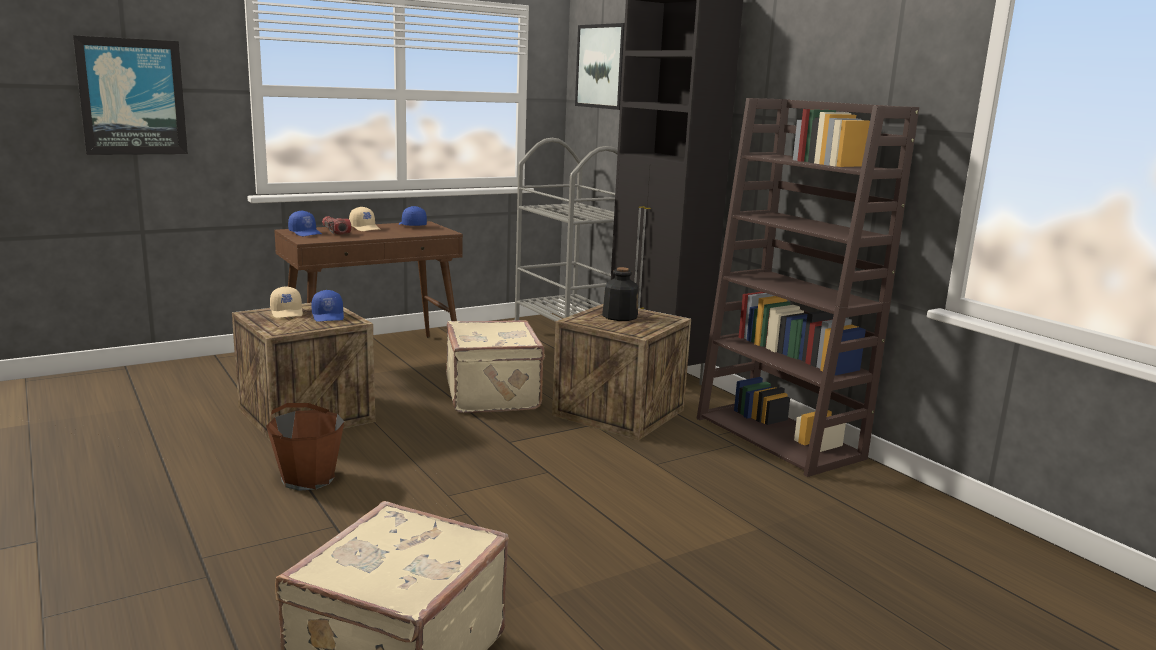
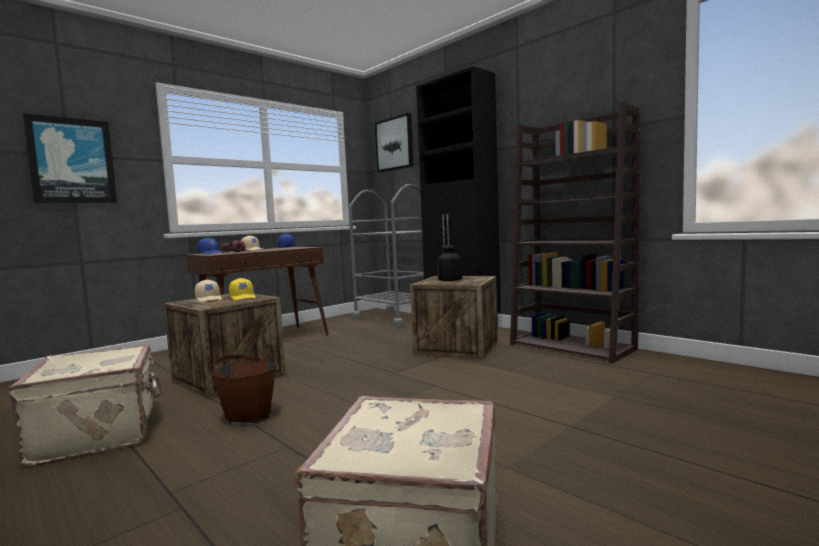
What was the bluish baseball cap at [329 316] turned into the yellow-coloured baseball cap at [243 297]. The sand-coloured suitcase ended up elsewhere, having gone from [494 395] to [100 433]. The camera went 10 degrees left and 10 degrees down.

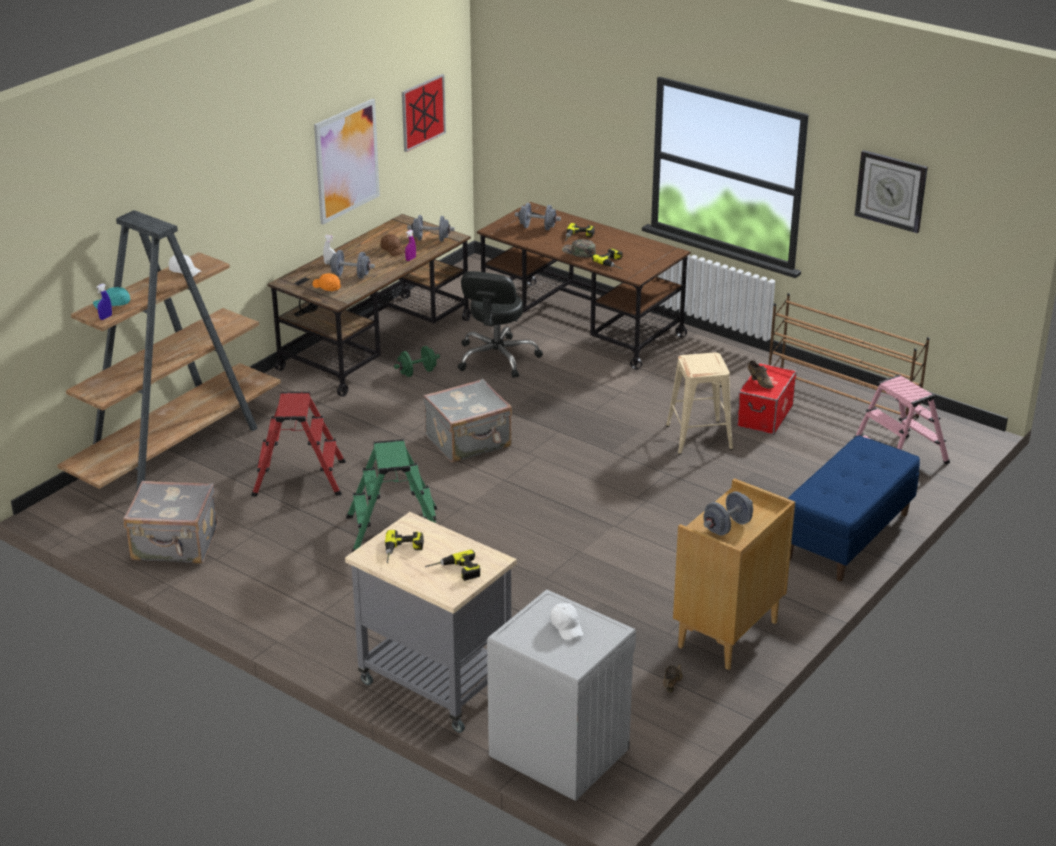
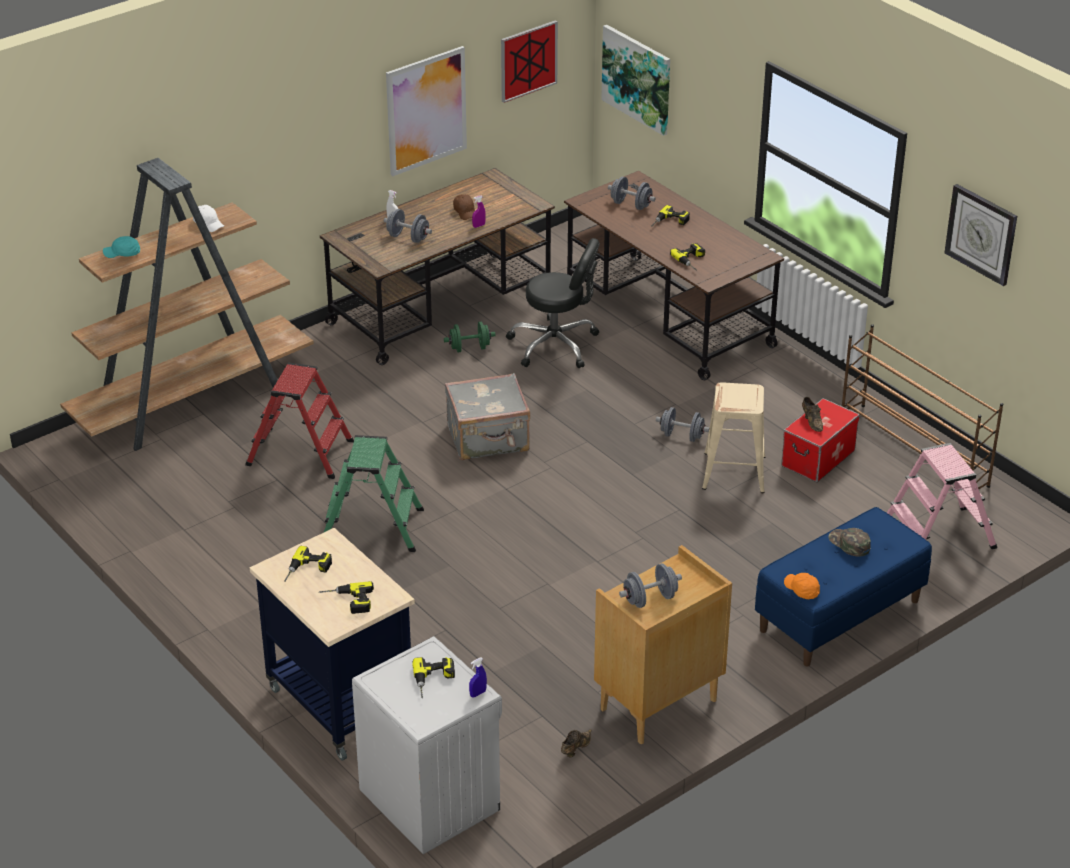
The bluish hand sprayer ended up elsewhere, having gone from [106 317] to [478 693]. The second view lost the gray suitcase at [175 545]. The orangey baseball cap ended up elsewhere, having gone from [327 287] to [801 590]. What was the gray wheeled cart at [435 685] turned into the bluish wheeled cart at [339 705]. The gray dumbbell ended up elsewhere, having gone from [431 239] to [682 436]. The black-coloured office chair at [496 360] ended up facing another way, 105 degrees counterclockwise from before. Where the white baseball cap stood at [567 627], the drill came to stand at [434 681]. The green baseball cap ended up elsewhere, having gone from [578 252] to [849 544]. The second view gained the wall picture at [637 79]. The camera went 15 degrees right and 5 degrees up.

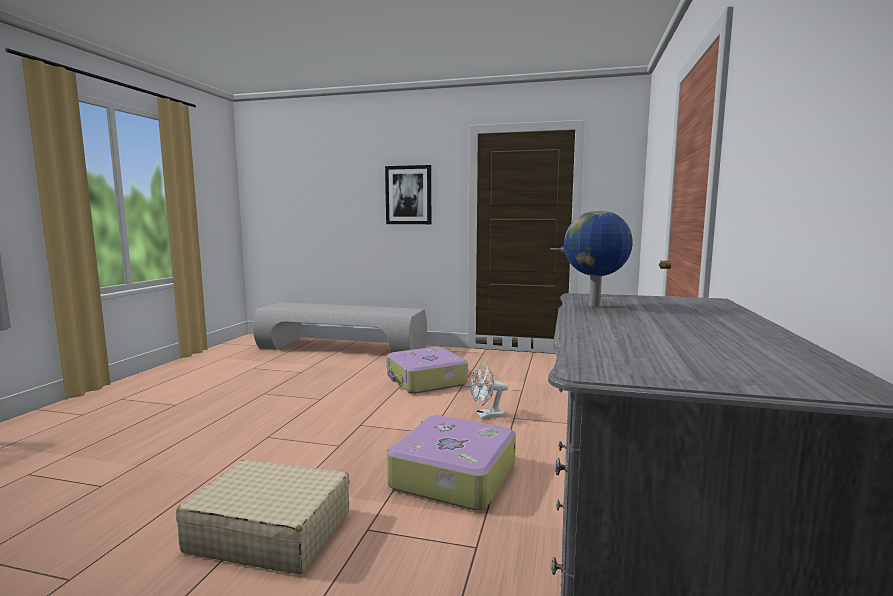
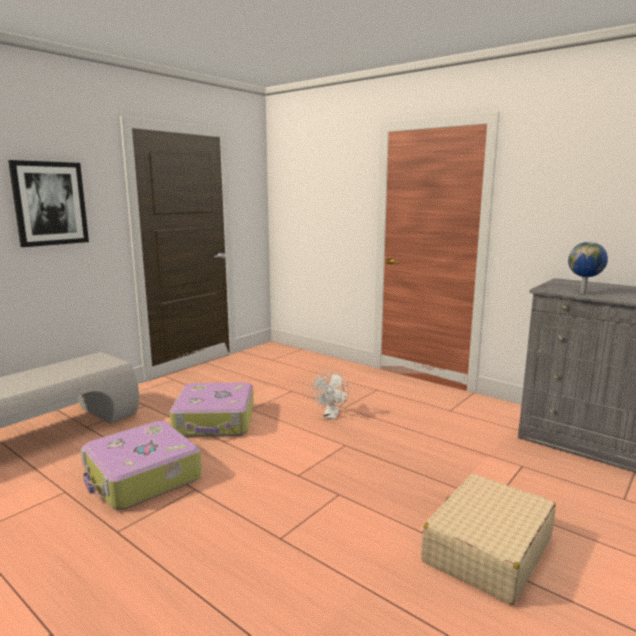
The suitcase ended up elsewhere, having gone from [451 476] to [142 477]. The camera went 65 degrees left and 5 degrees up.

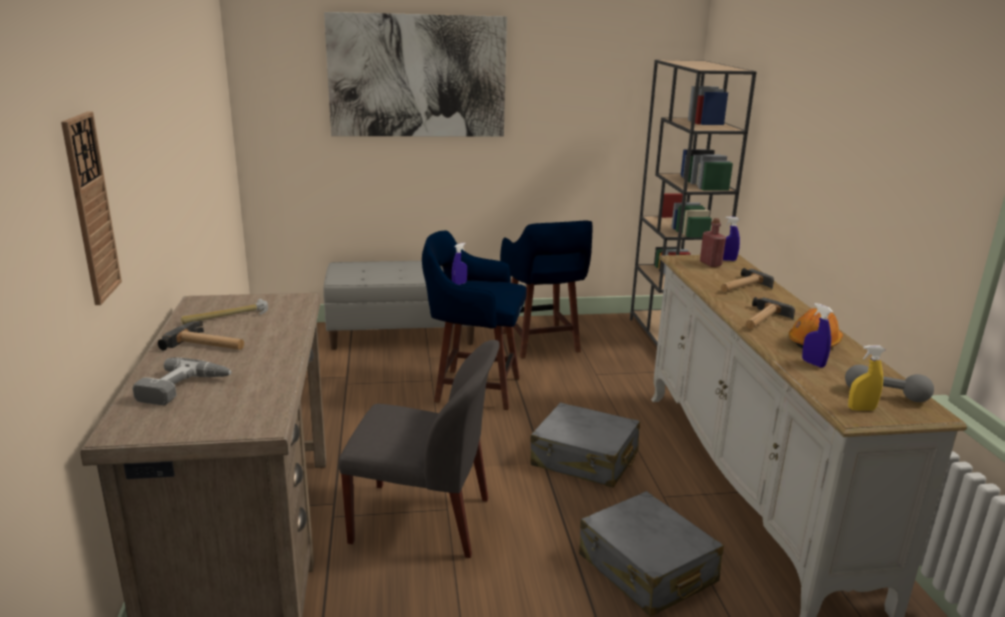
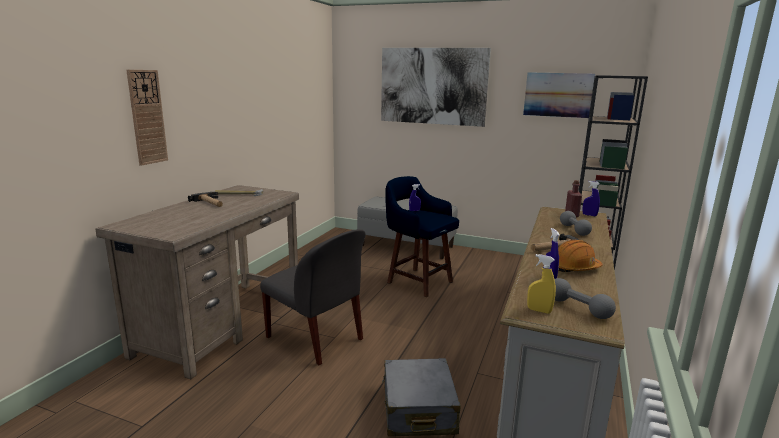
The second view lost the drill at [184 389]. The second view lost the bluish stool seat at [541 344]. The second view lost the gray suitcase at [584 459]. Where the hammer stood at [743 287], the gray dumbbell came to stand at [574 230]. The second view gained the wall picture at [558 95]. The camera went 30 degrees right and 5 degrees down.

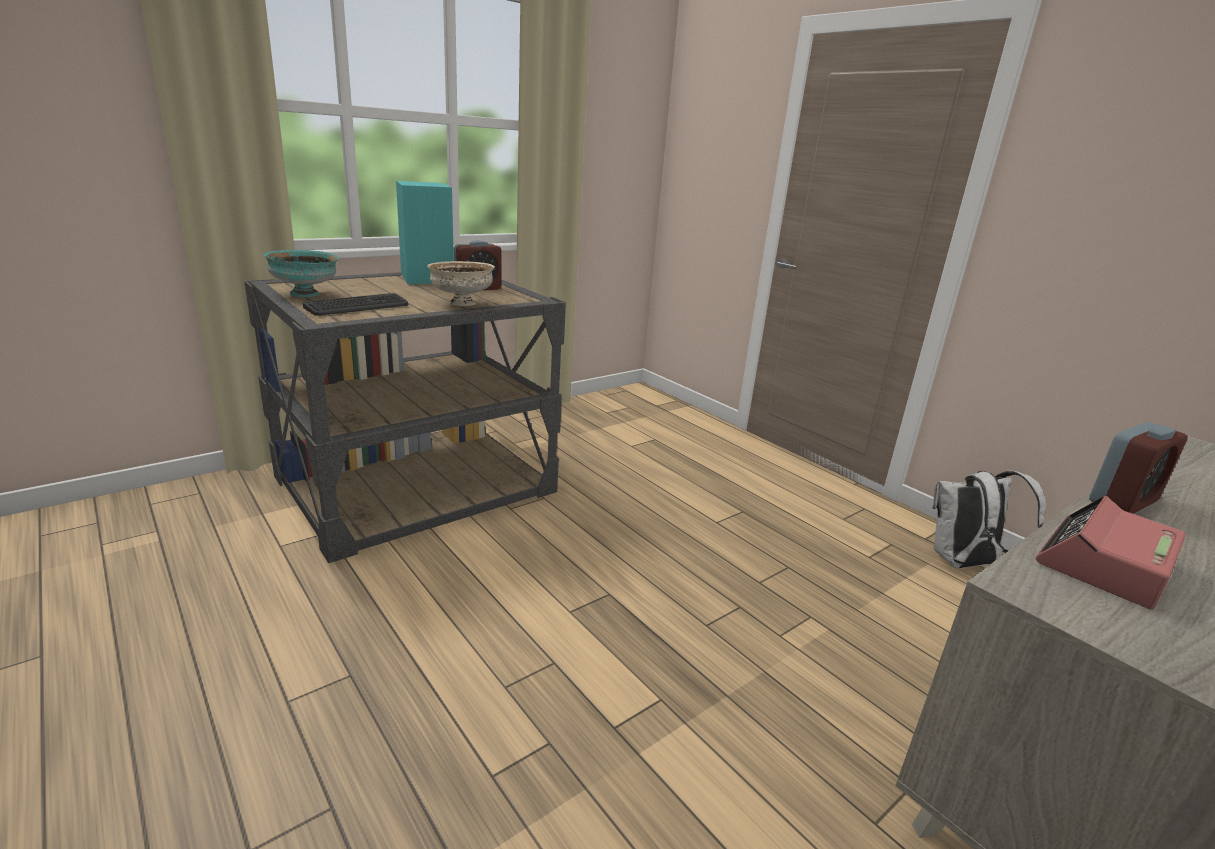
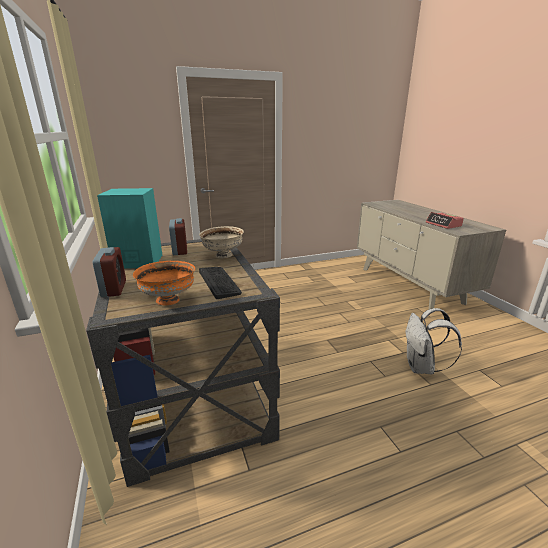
What was the turquoise deep dish at [306 294] turned into the orangey deep dish at [168 300]. The white rucksack ended up elsewhere, having gone from [963 563] to [421 367]. The alarm clock ended up elsewhere, having gone from [1122 501] to [114 289]. The camera went 70 degrees left and 0 degrees up.

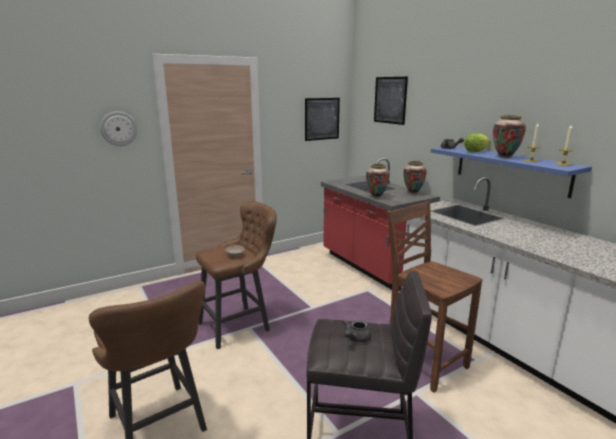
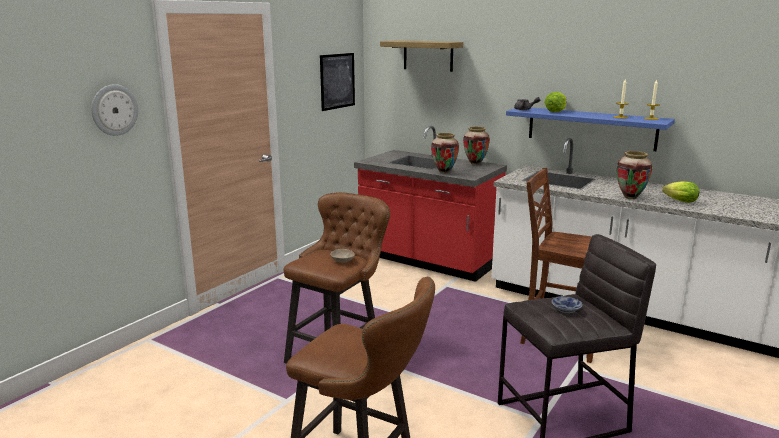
Where the gray tea pot stood at [355 338], the deep dish came to stand at [567 310]. Where the wall picture hung at [390 100], the shelf came to hang at [428 55]. The vase ended up elsewhere, having gone from [505 157] to [630 198]. The second view gained the lettuce head at [678 201]. The camera went 25 degrees left and 0 degrees up.

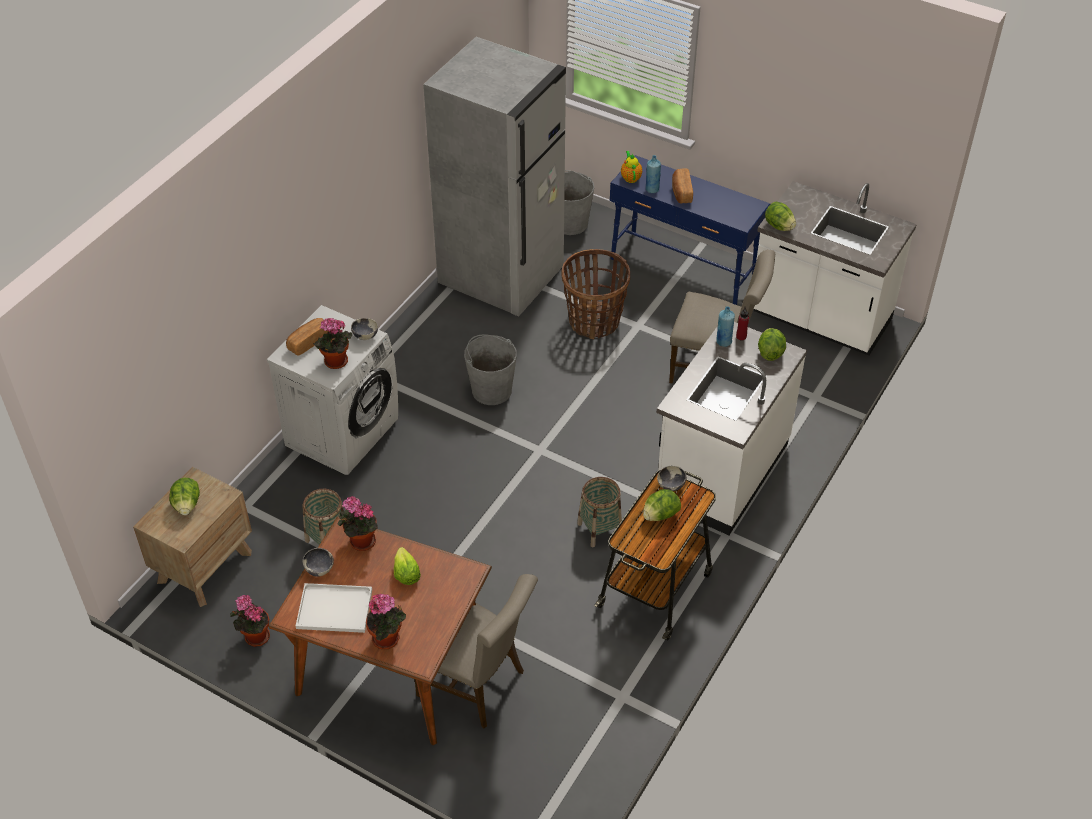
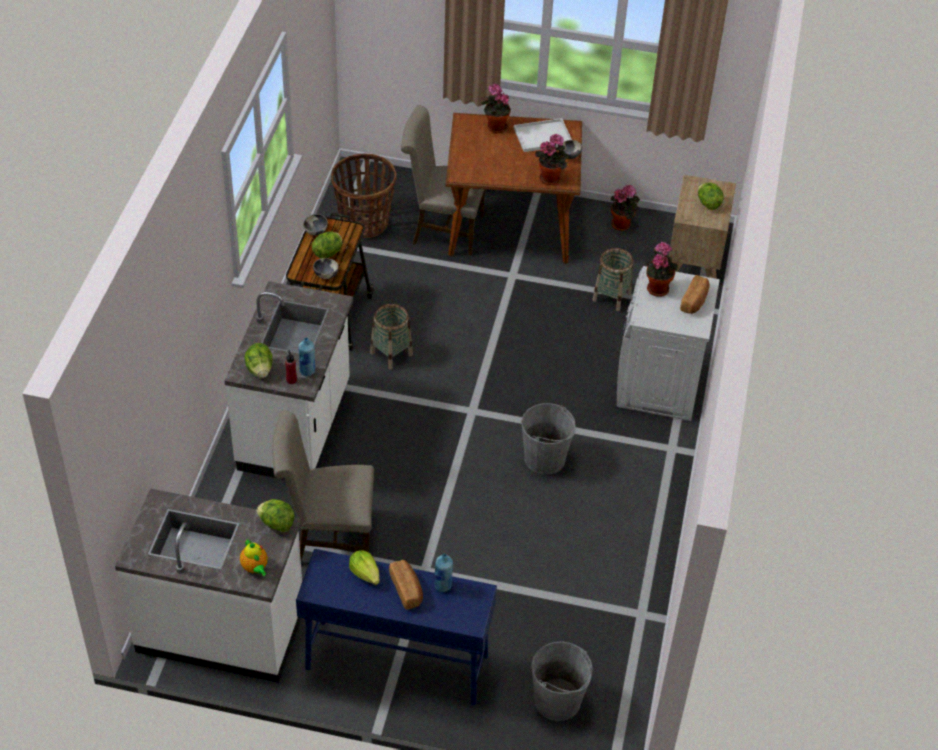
The deep dish ended up elsewhere, having gone from [365 336] to [316 232]. The lettuce head ended up elsewhere, having gone from [406 573] to [365 573]. The second view lost the gray fridge at [501 273]. The household basket ended up elsewhere, having gone from [594 321] to [364 222]. The tea pot ended up elsewhere, having gone from [630 177] to [255 568]. The camera went 160 degrees right and 0 degrees up.

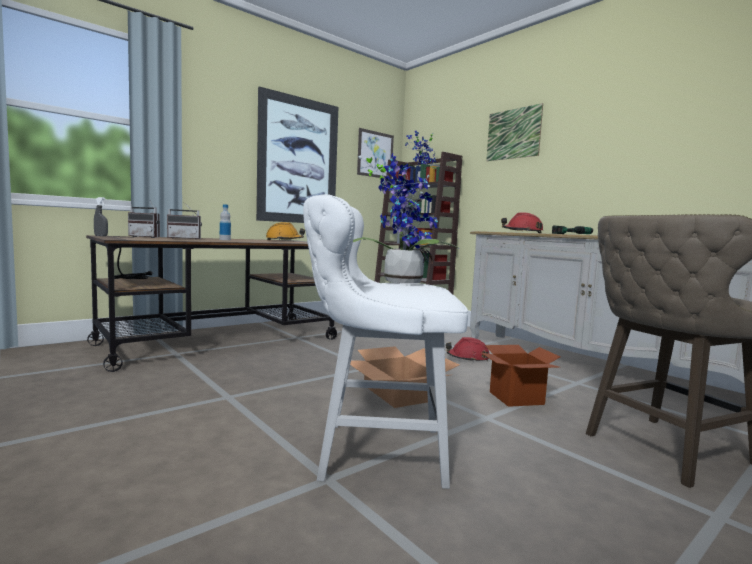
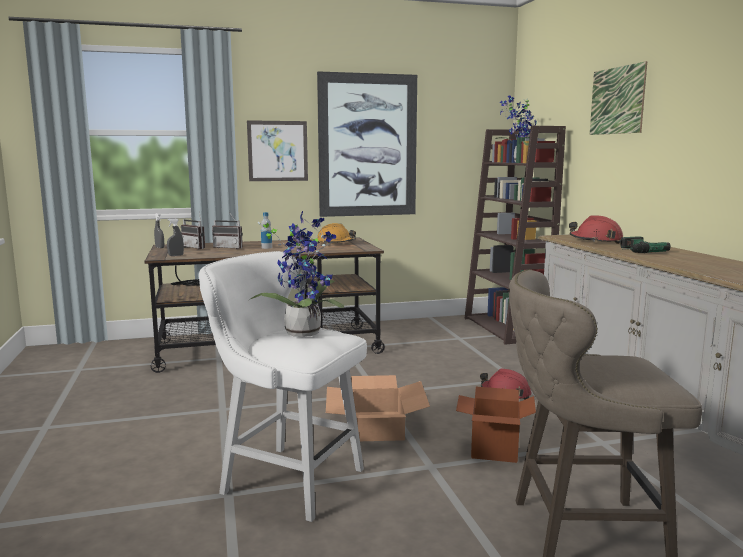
The wall picture ended up elsewhere, having gone from [375 154] to [277 151]. The second view gained the gray hand sprayer at [176 255]. The camera went 25 degrees right and 5 degrees up.

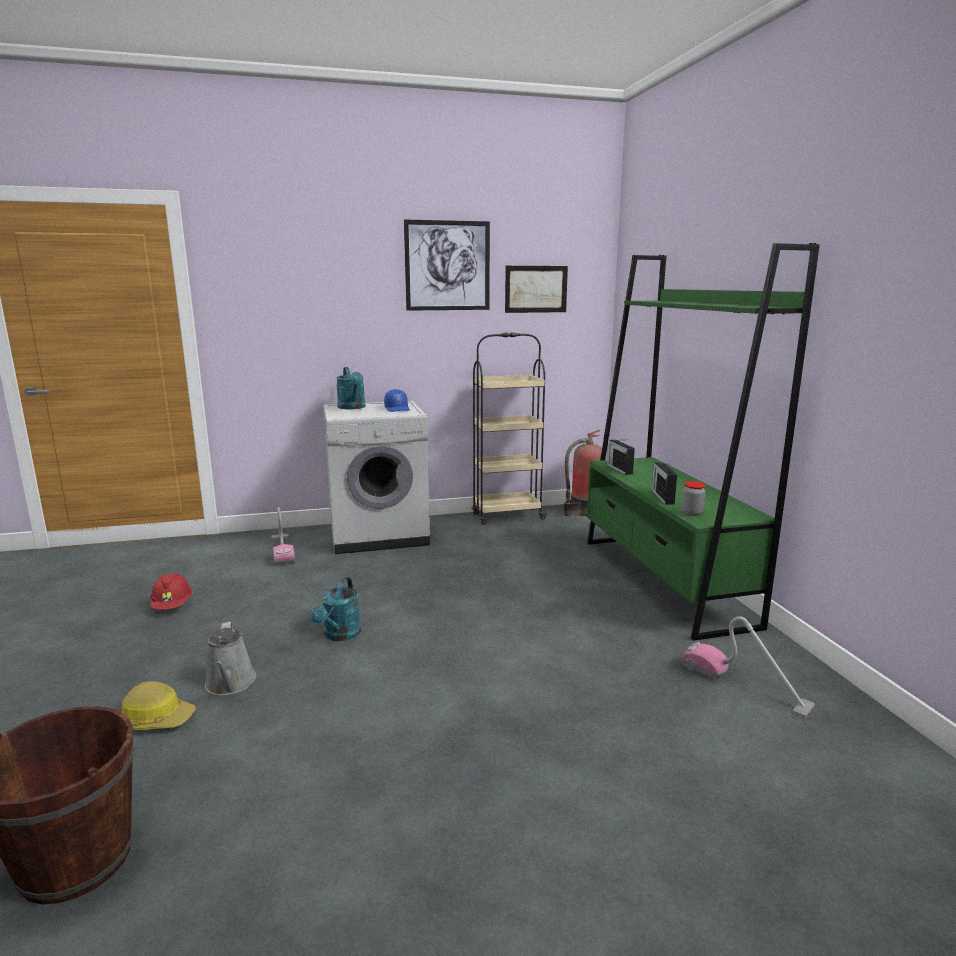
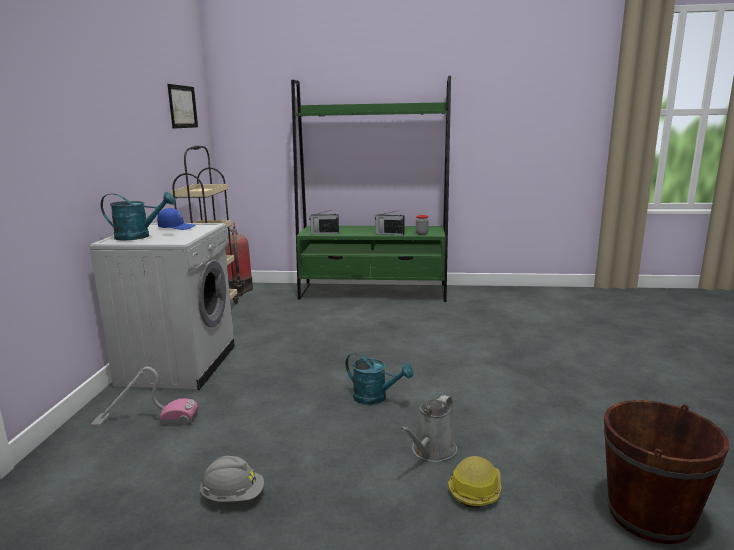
What was the reddish work helmet at [172 606] turned into the gray work helmet at [233 496]. The gray watering pot at [230 684] ended up facing another way, 120 degrees clockwise from before. The second view lost the wall picture at [447 266]. The second view lost the hoover at [744 685]. The camera went 70 degrees left and 0 degrees up.

